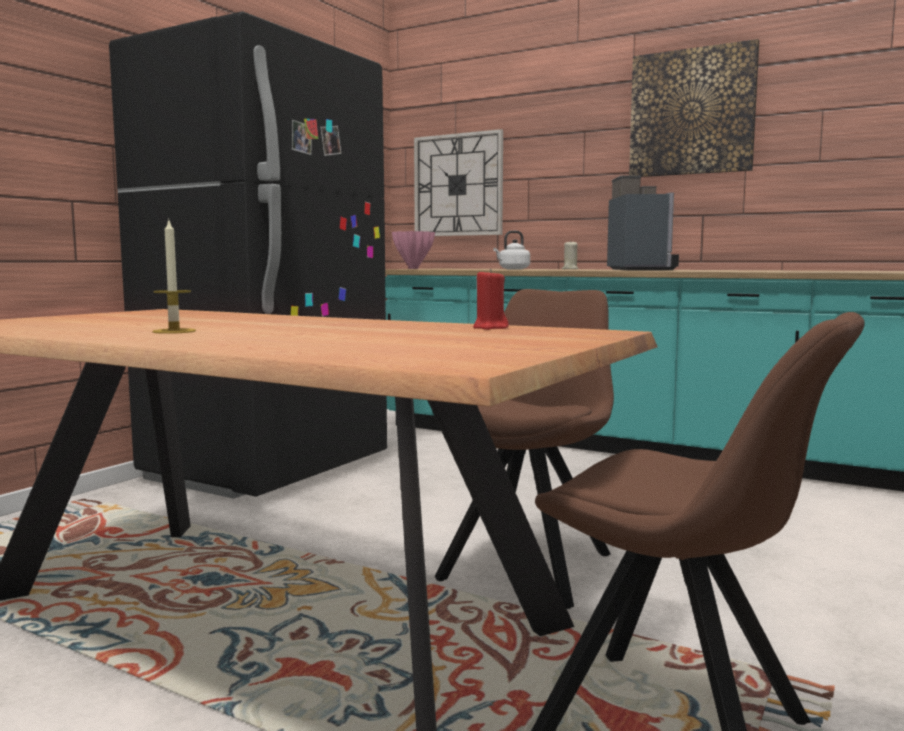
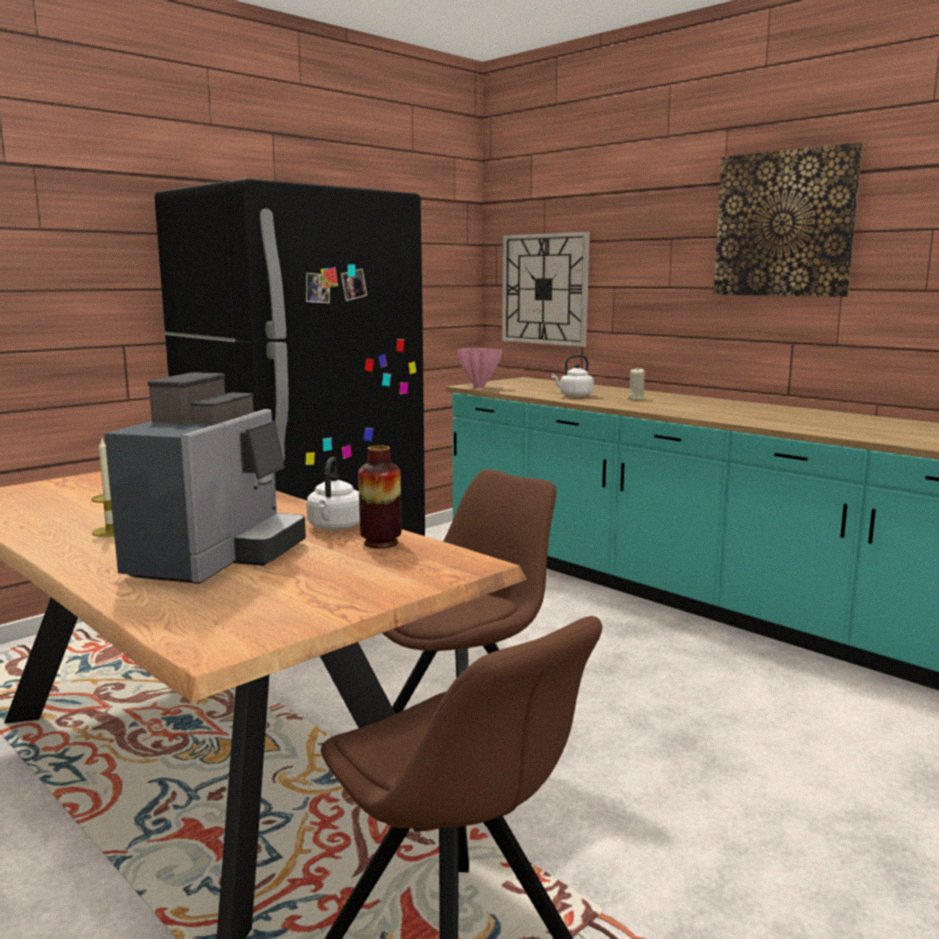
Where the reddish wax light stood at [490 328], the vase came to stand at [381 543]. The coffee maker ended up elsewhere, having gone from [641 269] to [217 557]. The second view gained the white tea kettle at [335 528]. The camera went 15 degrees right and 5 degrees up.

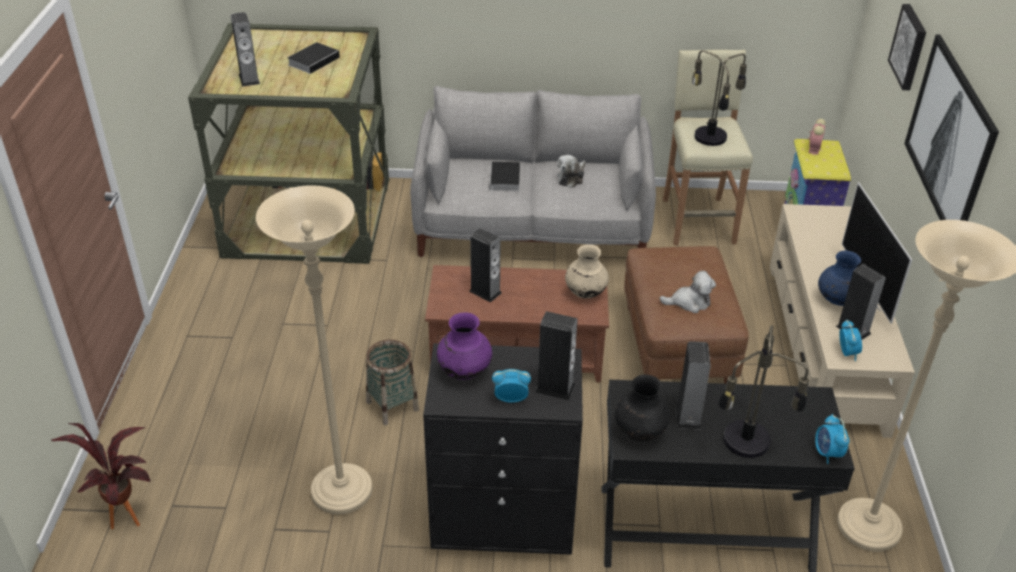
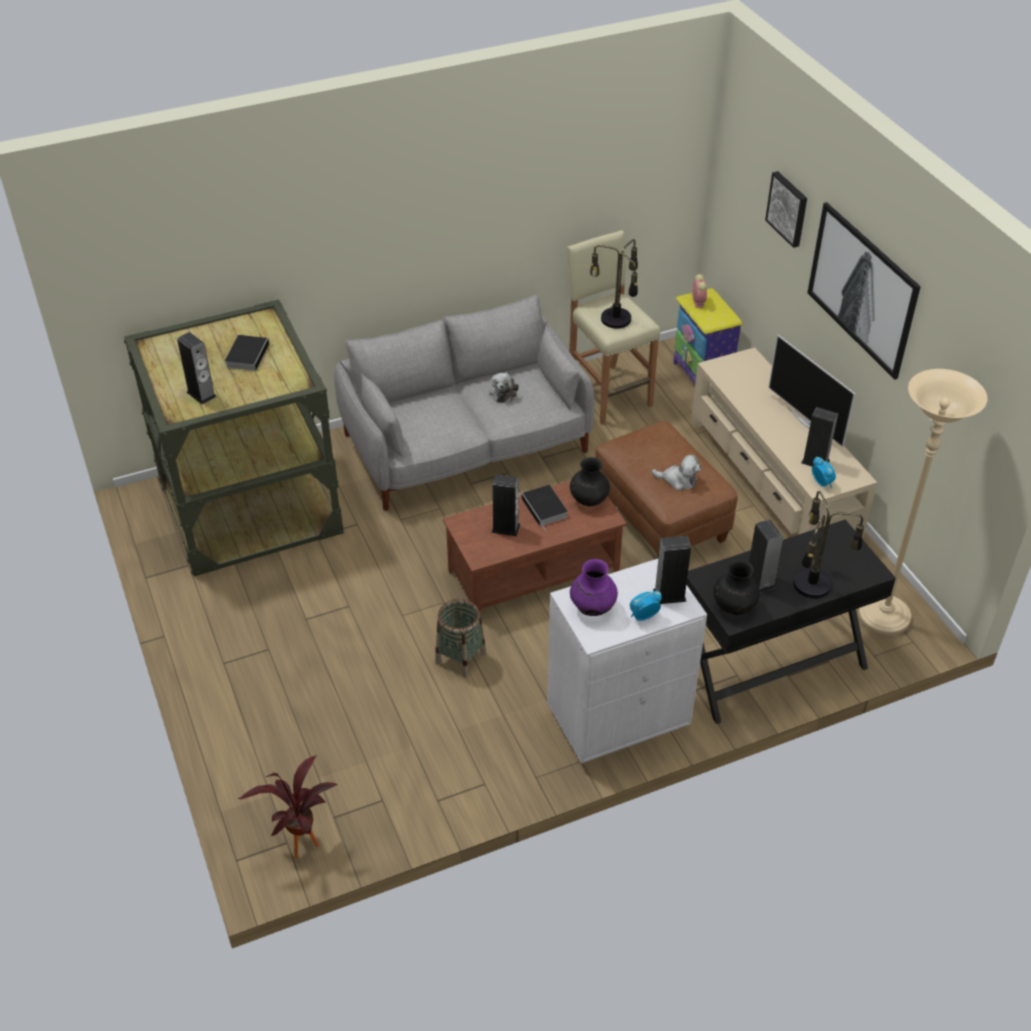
The second view lost the sand-coloured floor lamp at [341 491]. What was the black-coloured cupboard at [501 523] turned into the white cupboard at [617 721]. The volume ended up elsewhere, having gone from [505 180] to [545 509]. What was the sand-coloured vase at [585 293] turned into the black-coloured vase at [588 500]. The soft toy at [689 302] ended up facing another way, 45 degrees clockwise from before. The second view lost the alarm clock at [827 453]. The second view lost the bluish vase at [836 300]. The camera went 25 degrees left and 5 degrees up.

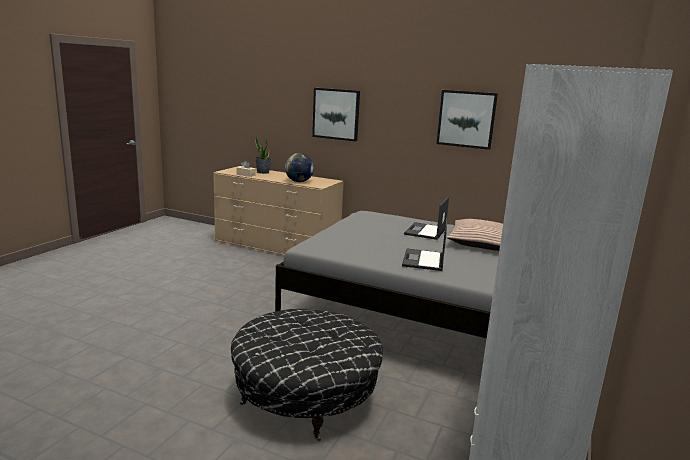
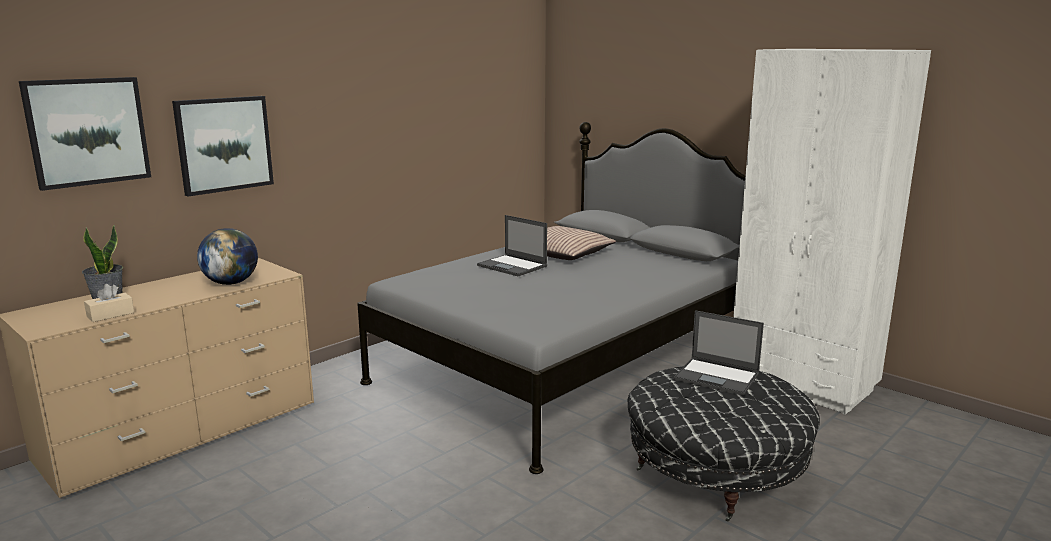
The portable computer ended up elsewhere, having gone from [423 260] to [717 377]. The wall picture ended up elsewhere, having gone from [466 119] to [87 131]. The camera went 70 degrees left and 0 degrees up.

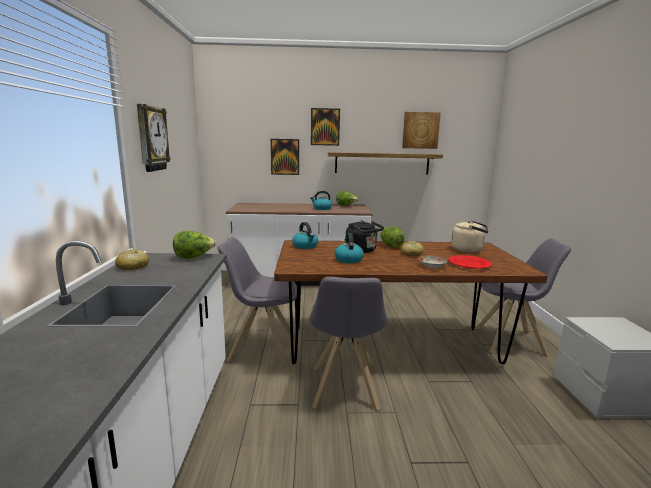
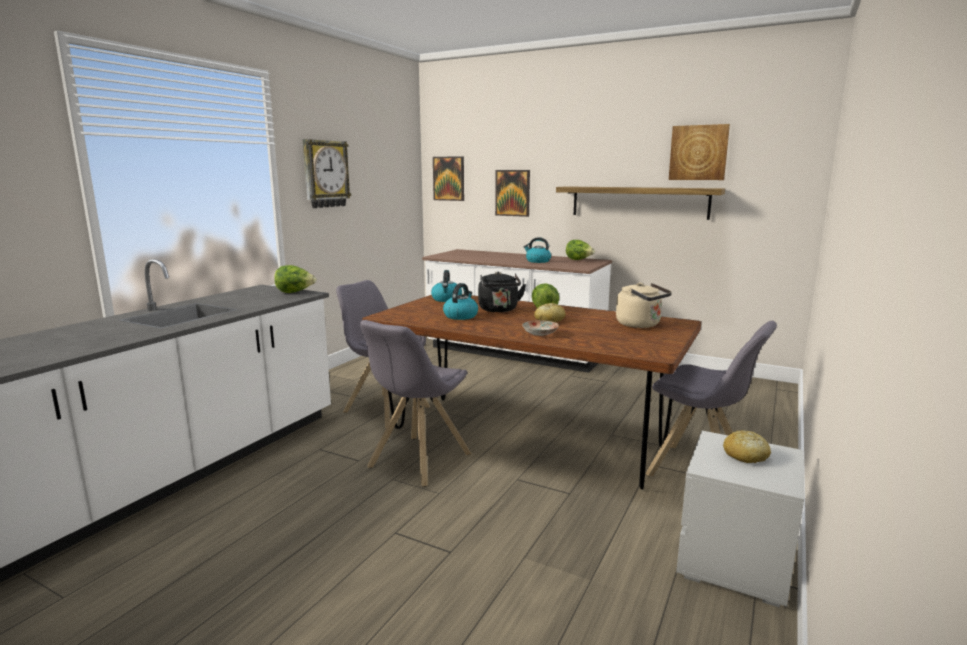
The bread ended up elsewhere, having gone from [133 266] to [745 455]. The wall picture ended up elsewhere, having gone from [325 127] to [449 178]. The second view lost the reddish plate at [469 264]. The camera went 30 degrees right and 0 degrees up.

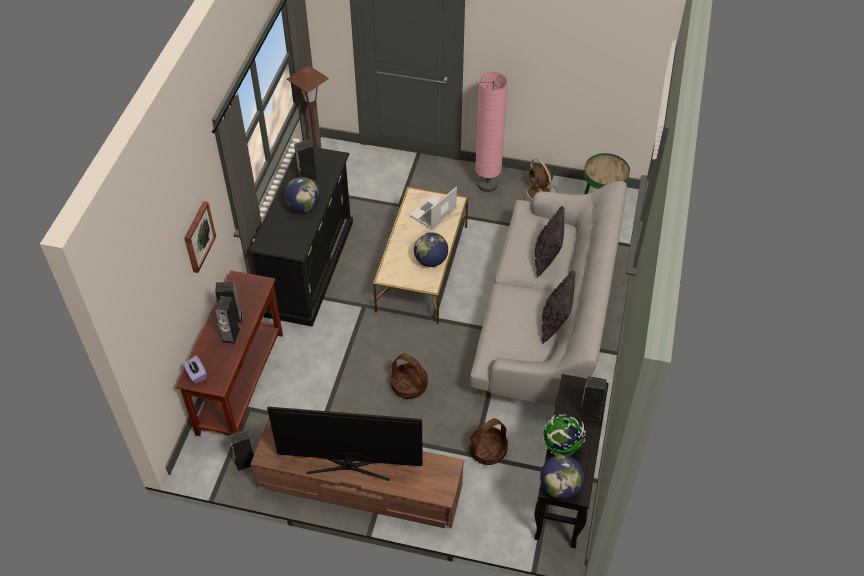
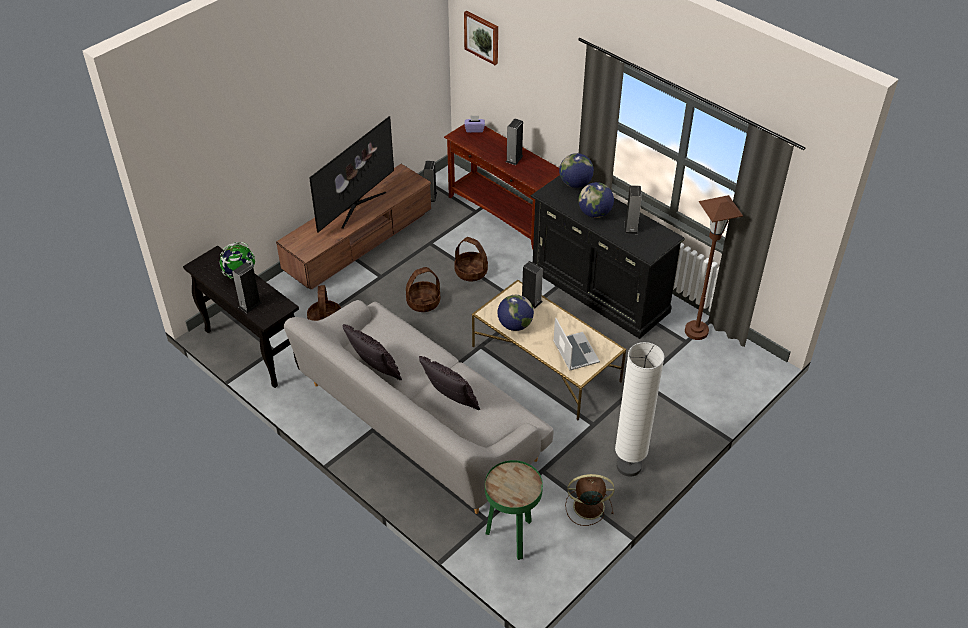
The wall picture ended up elsewhere, having gone from [198 236] to [482 37]. The loudspeaker ended up elsewhere, having gone from [231 335] to [531 301]. What was the pinkish floor lamp at [487 185] turned into the white floor lamp at [628 466]. The desk globe ended up elsewhere, having gone from [559 487] to [575 184]. The second view gained the household basket at [471 272]. The camera went 120 degrees right and 5 degrees down.

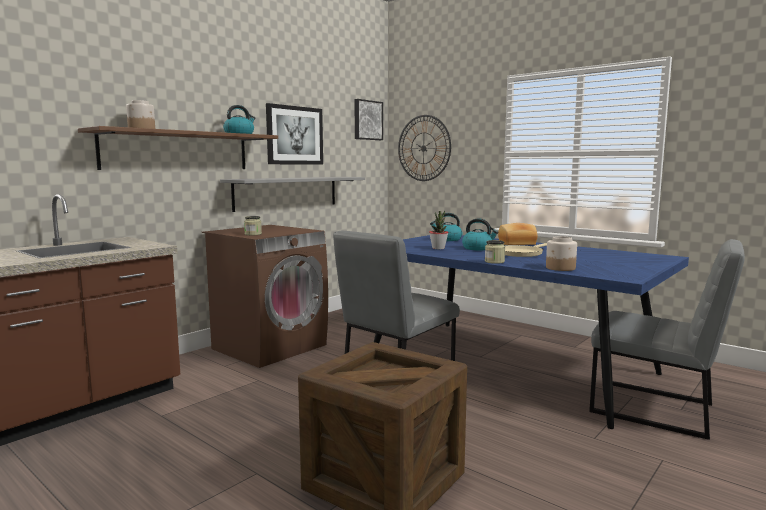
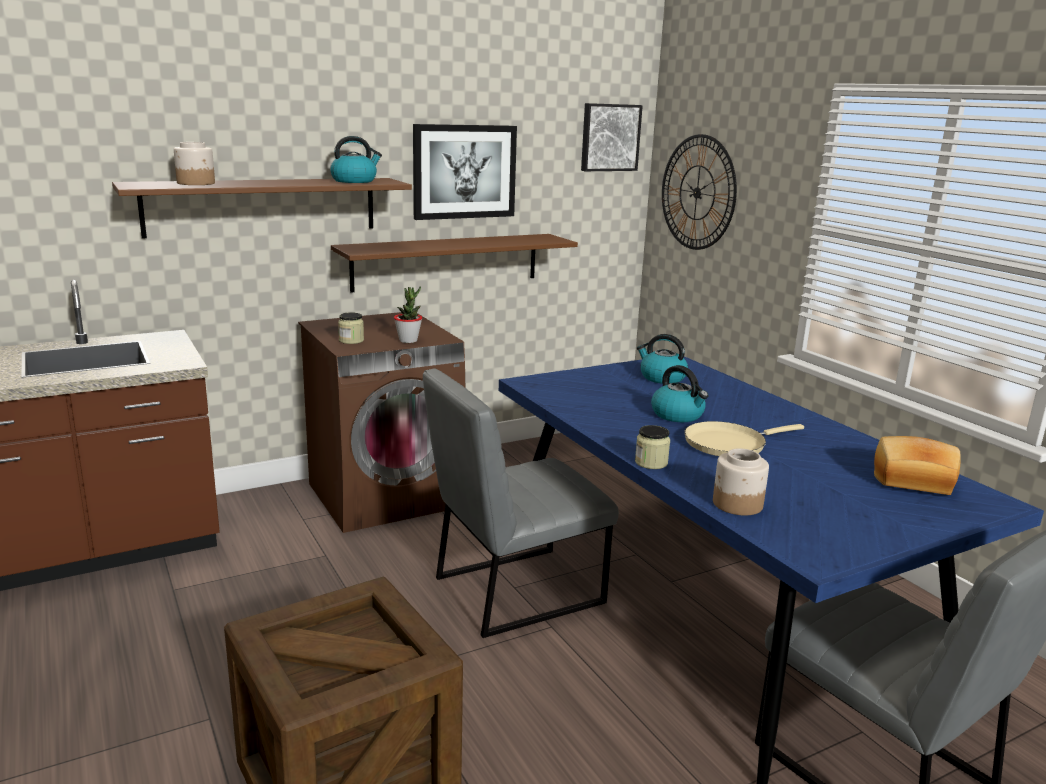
What was the gray shelf at [287 192] turned into the brown shelf at [446 261]. The potted plant ended up elsewhere, having gone from [438 248] to [408 340]. The bread ended up elsewhere, having gone from [517 244] to [912 481]. The camera went 20 degrees right and 10 degrees up.

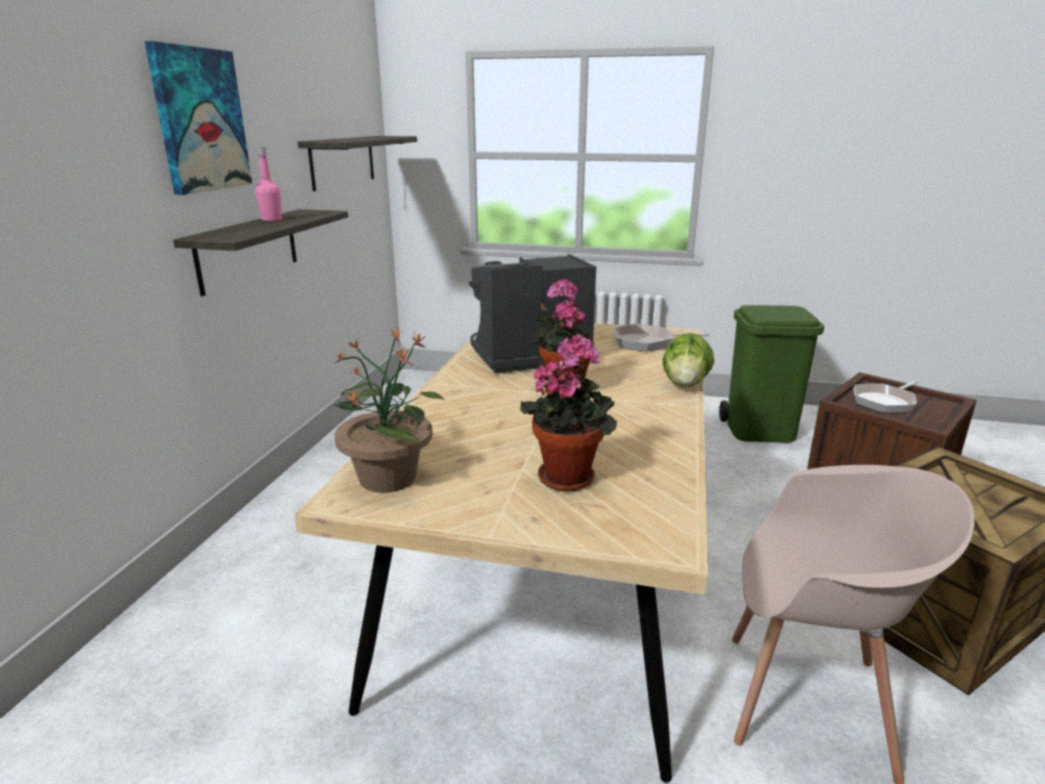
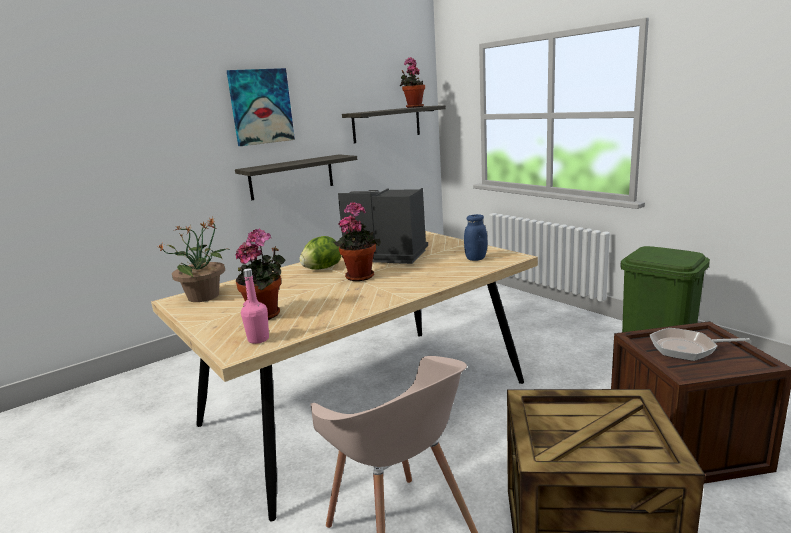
The pinkish drink bottle ended up elsewhere, having gone from [271 220] to [258 339]. Where the frying pan stood at [647 342], the bluish storage jar came to stand at [475 258]. The lettuce head ended up elsewhere, having gone from [685 384] to [321 268]. The second view gained the potted plant at [413 107]. The camera went 40 degrees right and 5 degrees down.

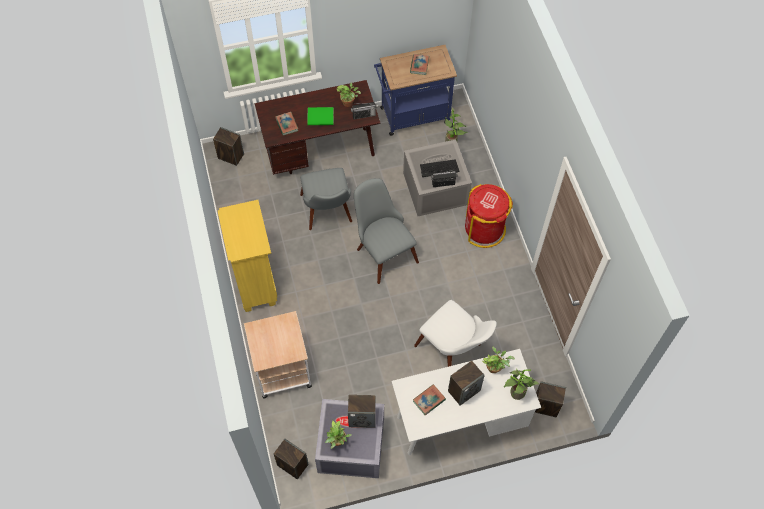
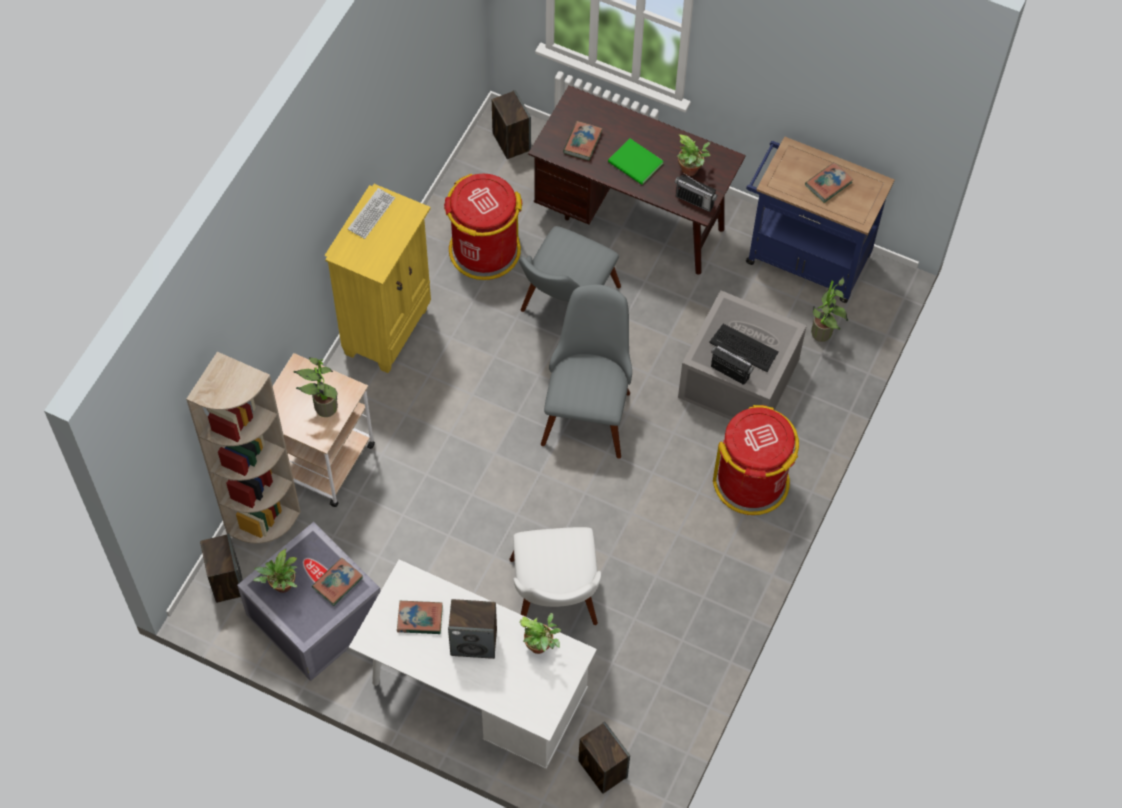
Where the loudspeaker stood at [362 418], the volume came to stand at [337 583]. The potted plant ended up elsewhere, having gone from [516 395] to [322 408]. The second view gained the sand-coloured bookcase at [264 524]. The second view gained the computer keyboard at [371 214]. The second view gained the reddish rubbish bin at [484 250]. The camera went 40 degrees right and 0 degrees up.

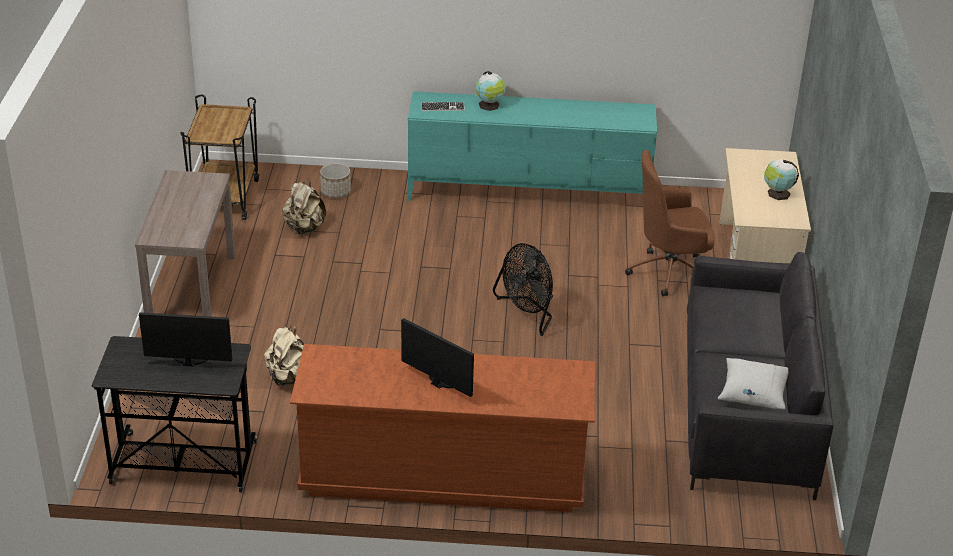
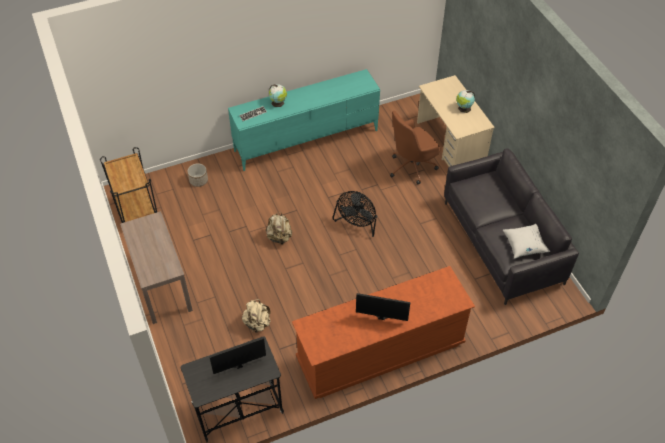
The sand-coloured rucksack ended up elsewhere, having gone from [304 228] to [279 237]. The camera went 25 degrees left and 15 degrees up.

